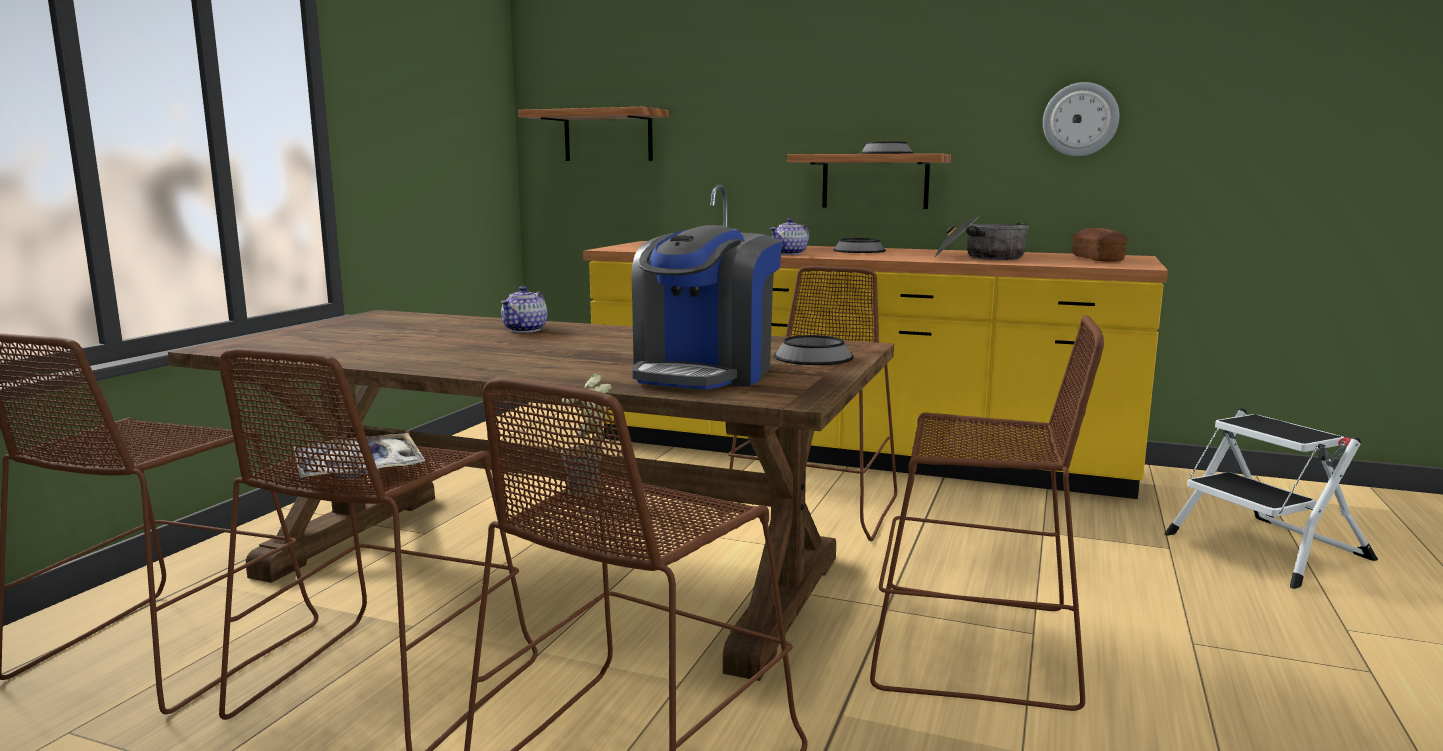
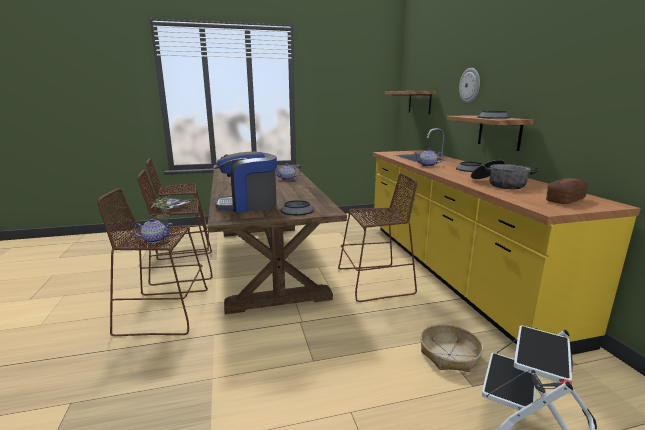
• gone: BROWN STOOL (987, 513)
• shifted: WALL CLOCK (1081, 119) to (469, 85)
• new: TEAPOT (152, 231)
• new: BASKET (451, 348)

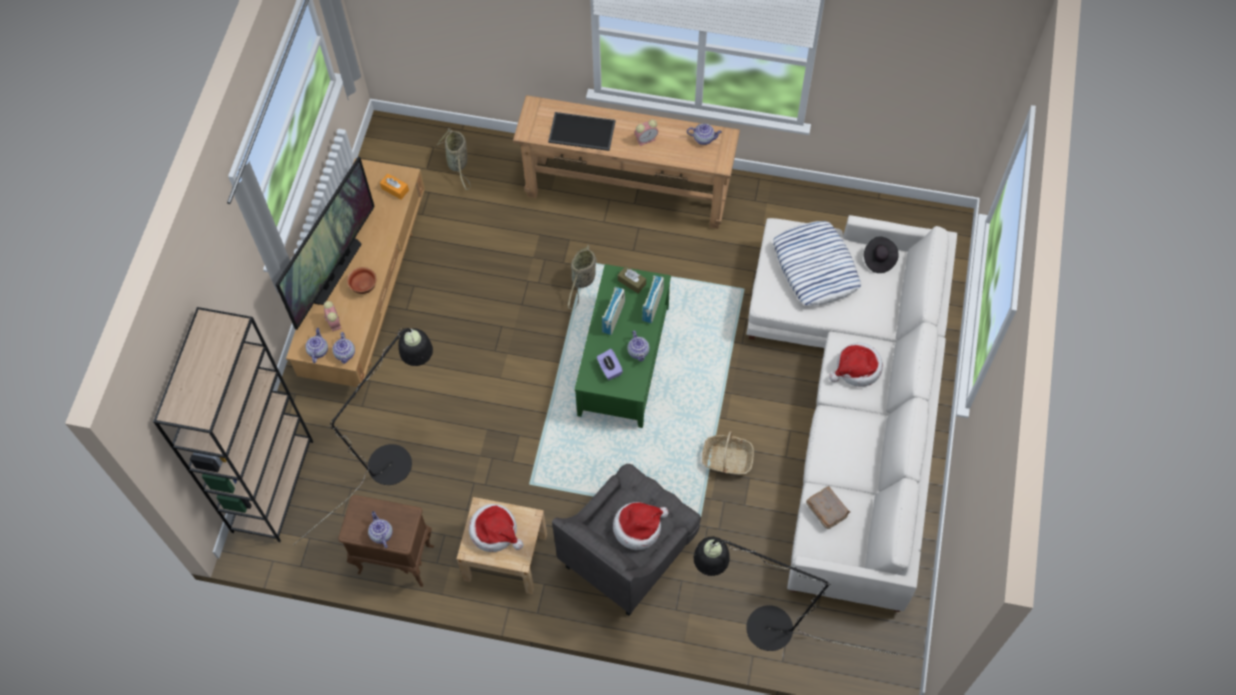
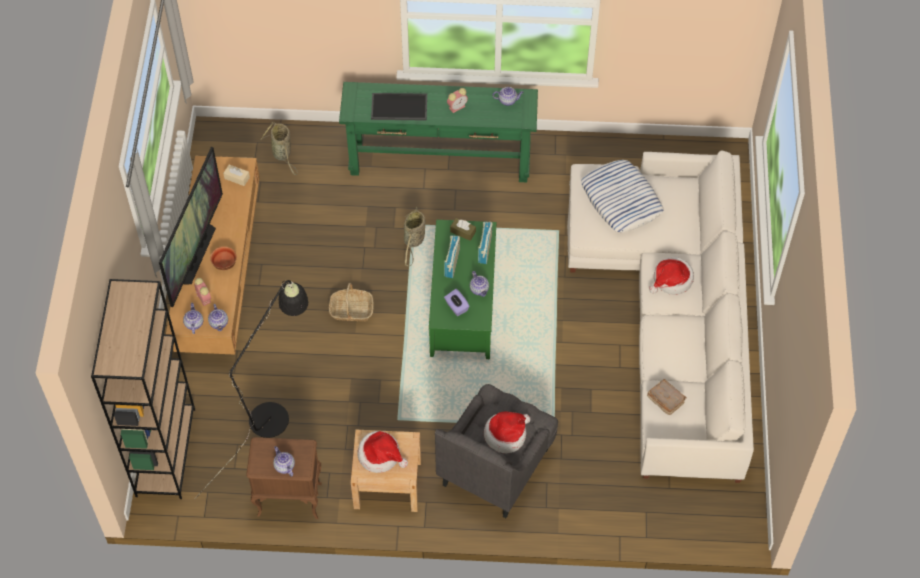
• repainted: ORANGE TISSUE BOX (394, 187) to BEIGE TISSUE BOX (236, 175)
• repainted: BROWN CONSOLE TABLE (626, 162) to GREEN CONSOLE TABLE (438, 132)
• gone: BLACK FLOOR LAMP (795, 595)
• shifted: BASKET (728, 453) to (351, 302)
• gone: BLACK HAT (881, 254)

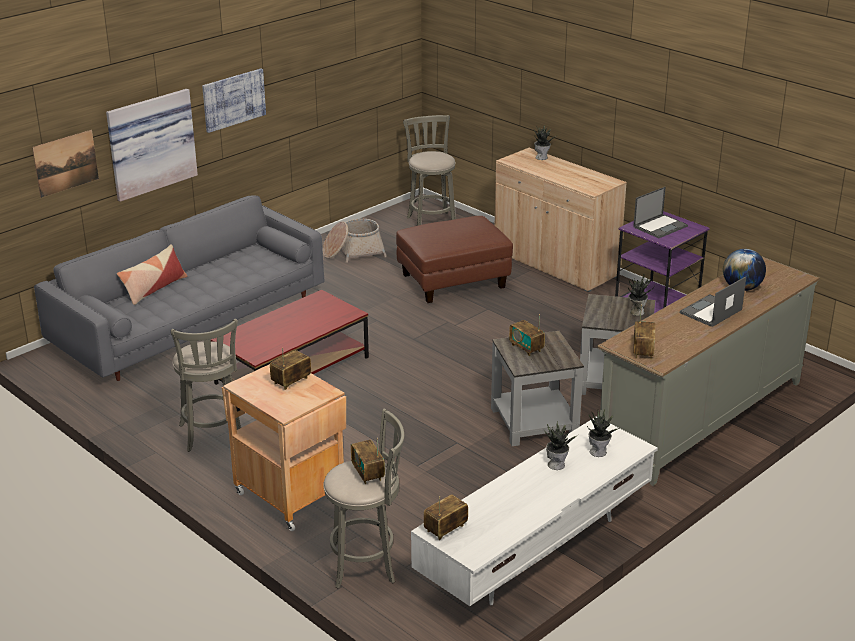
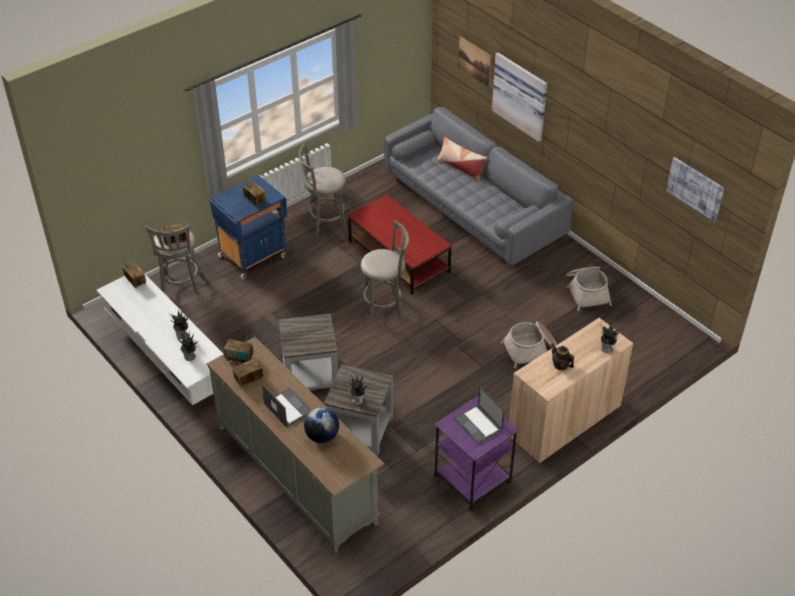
• shifted: PICTURE (234, 101) to (695, 189)
• repainted: BROWN CART (284, 447) to BLUE CART (248, 227)
• swapped: BROWN OTTOMAN (454, 259) to BASKET (529, 344)
• shifted: GREY STOOL (429, 170) to (385, 272)
• shifted: RADIO (527, 335) to (248, 373)
• new: TEAPOT (562, 357)

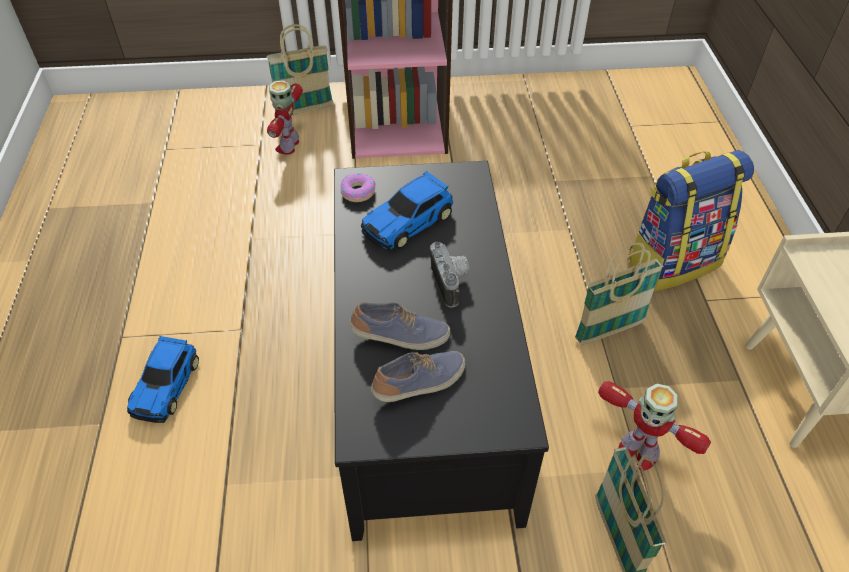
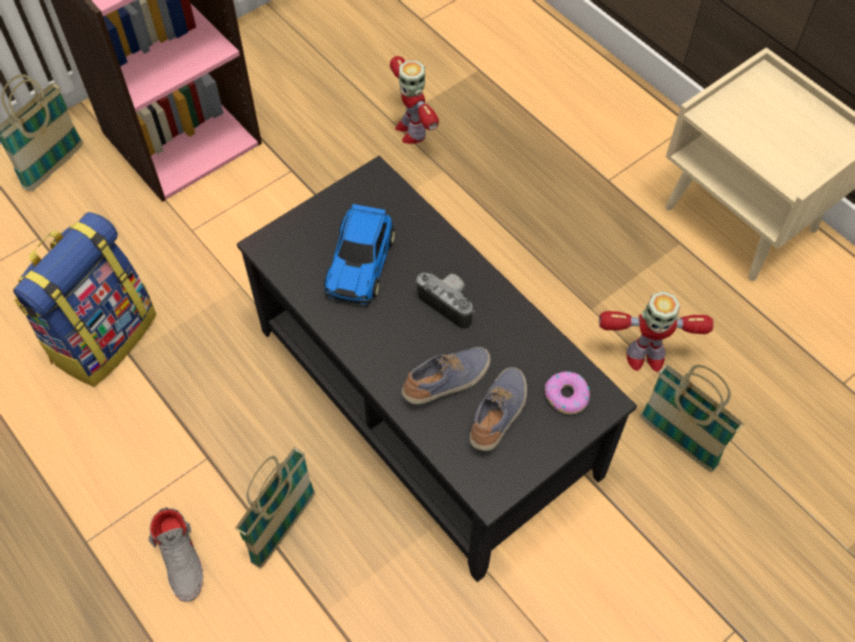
• swapped: TOY CAR (163, 379) to GREY SHOE (176, 554)
• shifted: TOY ROBOT (285, 117) to (414, 100)
• shifted: DONUT (358, 187) to (567, 392)
• shifted: BASKET (619, 294) to (275, 508)
• shifted: BACKPACK (690, 220) to (84, 299)

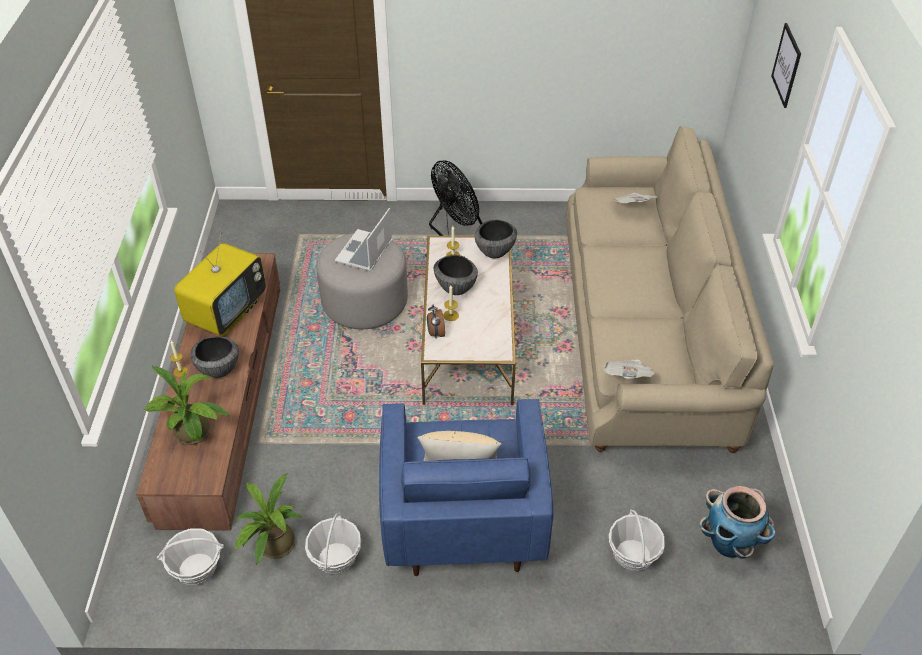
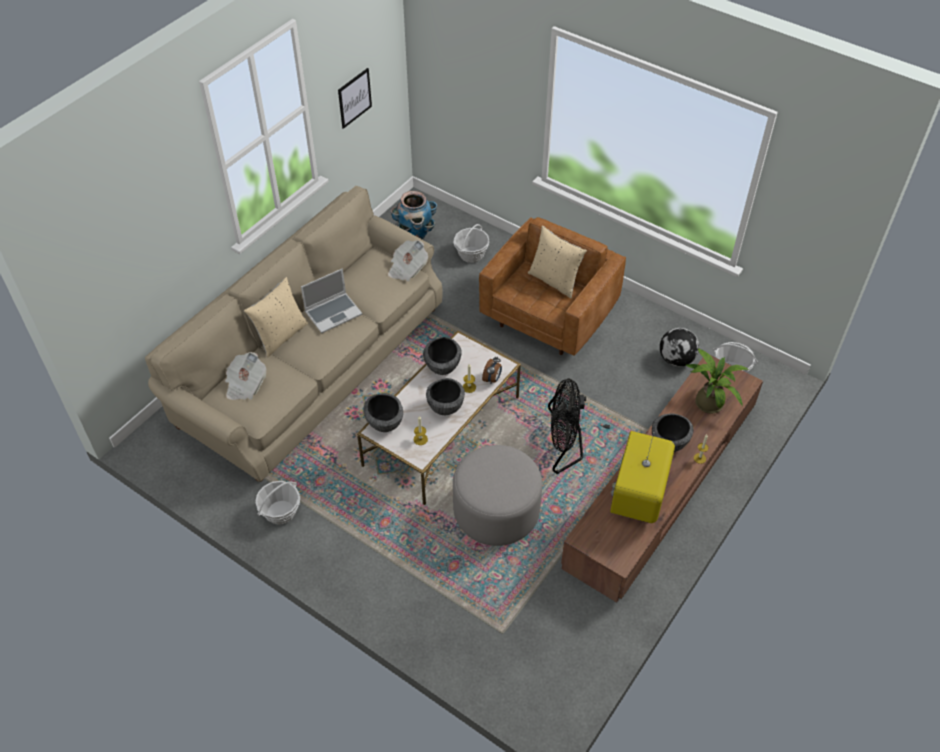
• rotated: TELEVISION (220, 284) = (642, 477) 45 degrees counterclockwise
• swapped: POTTED PLANT (268, 519) to GLOBE (679, 347)
• shifted: BASKET (333, 543) to (277, 503)
• shifted: LAPTOP (363, 239) to (331, 300)
• repainted: BLUE ARMCHAIR (466, 487) to BROWN ARMCHAIR (552, 286)
• shifted: BLACK FAN (453, 209) to (579, 426)
• shifted: PICTURE (786, 65) to (355, 98)
• new: BEIGE PILLOW (276, 317)
• new: BOWL (442, 356)

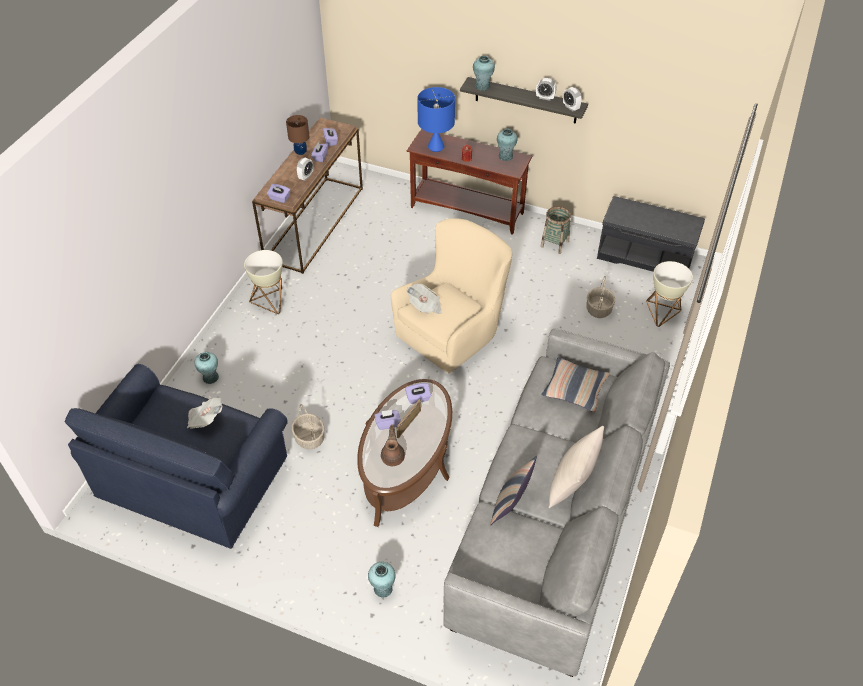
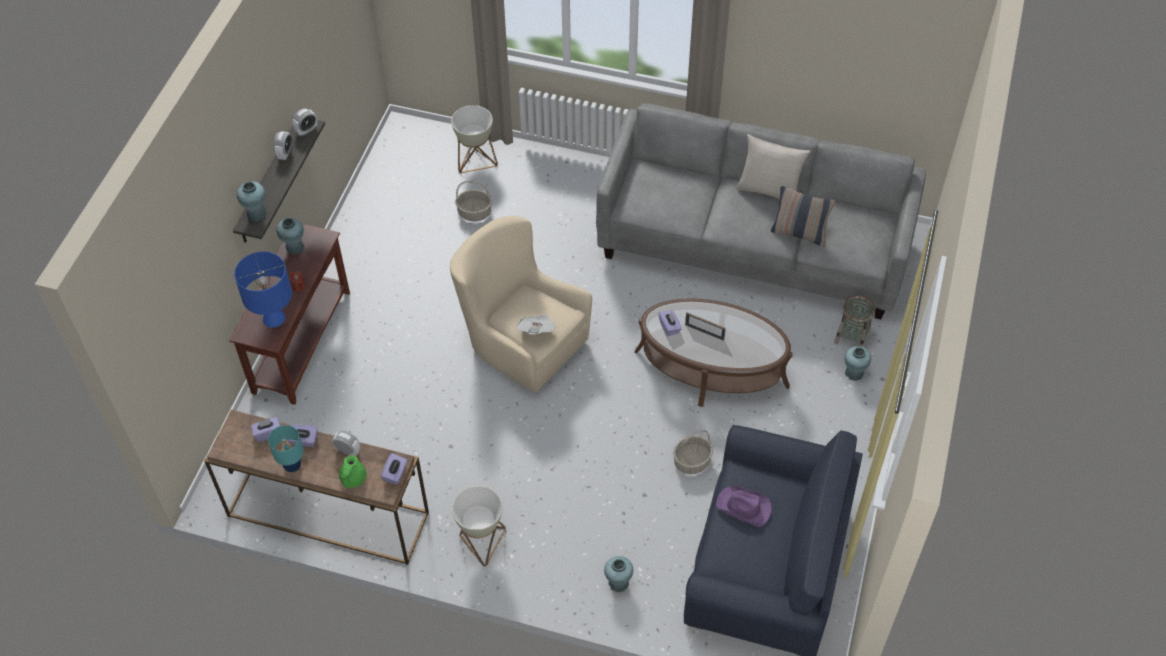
• swapped: NEWSPAPER (204, 413) to PURPLE HAT (744, 506)
• repainted: BROWN TABLE LAMP (297, 135) to TURQUOISE TABLE LAMP (286, 448)
• gone: PURPLE TISSUE BOX (387, 420)
• gone: BROWN TEAPOT (393, 445)
• shifted: BASKET (555, 230) to (854, 321)
• gone: PILLOW (575, 384)
• gone: GREY BENCH (651, 234)
• new: GREEN TEAPOT (353, 471)

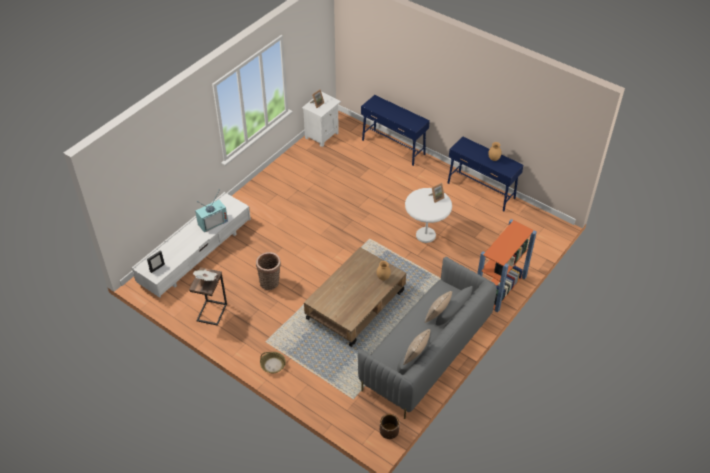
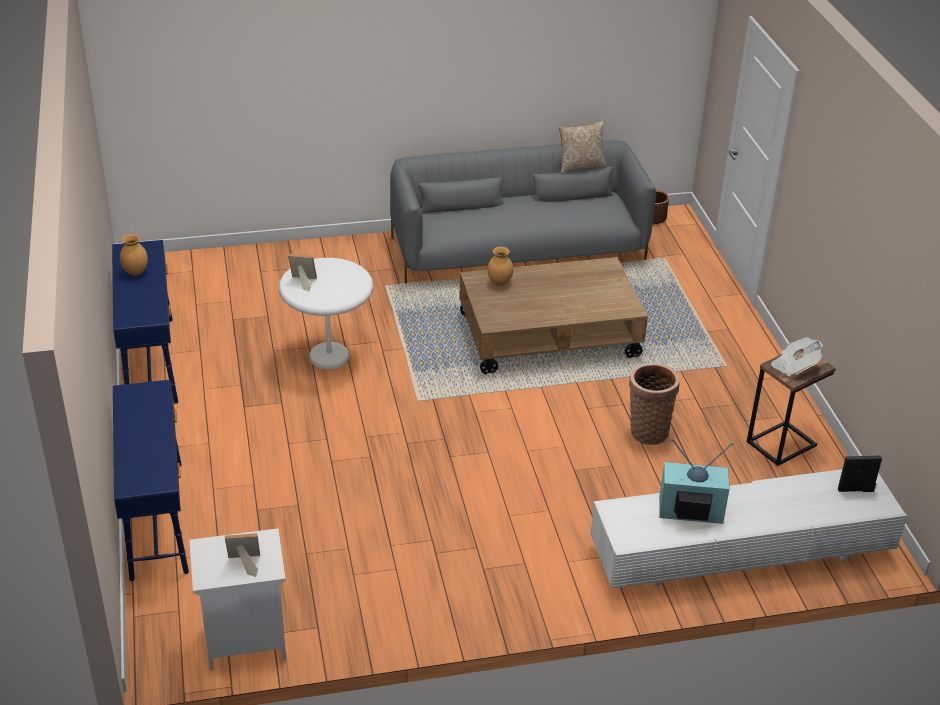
• gone: BASKET (273, 362)
• gone: PILLOW (438, 307)
• gone: ORANGE BOOKCASE (507, 266)

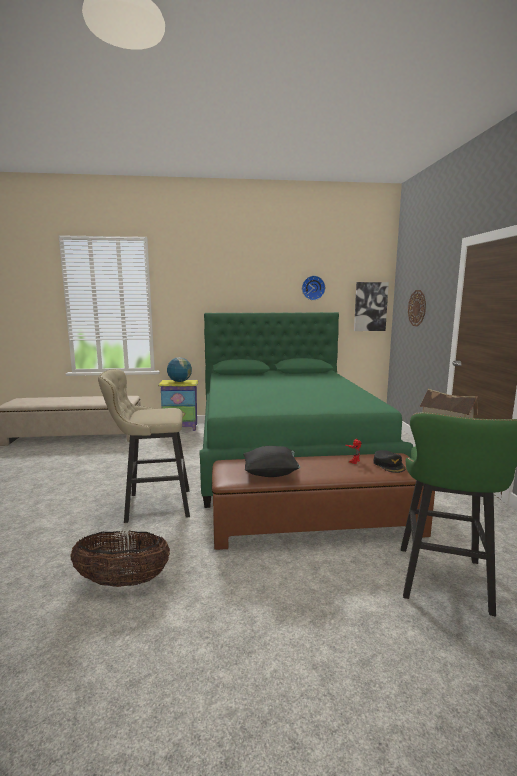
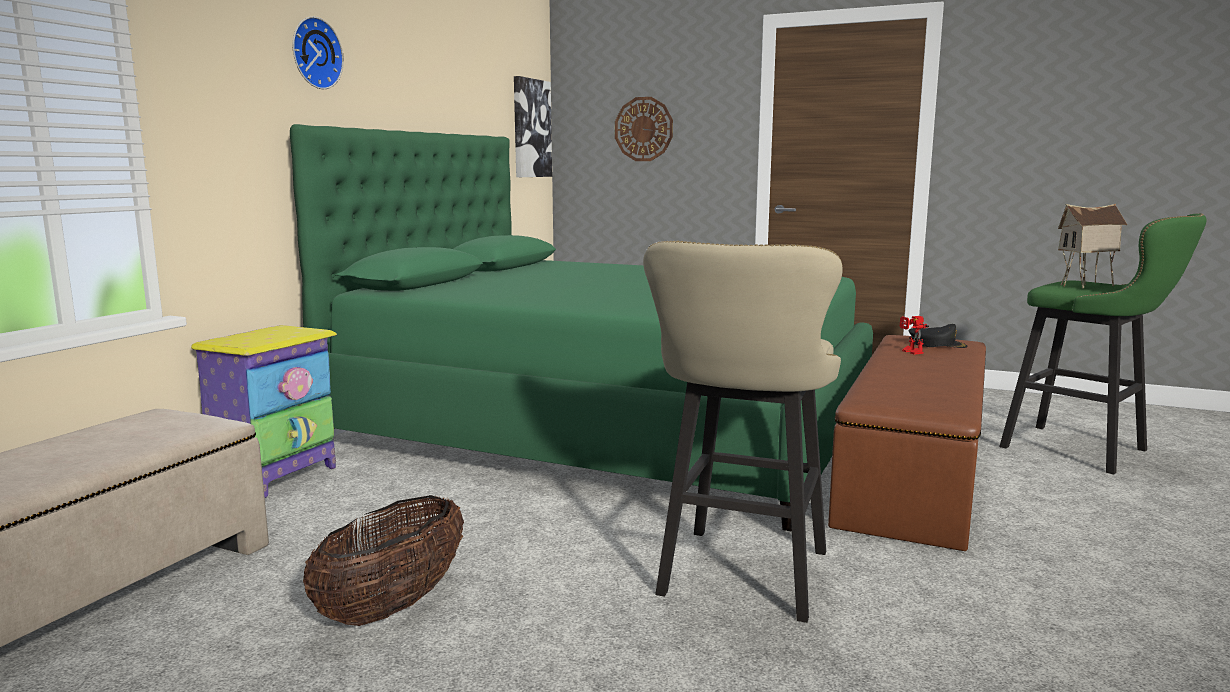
• shifted: BASKET (120, 558) to (383, 560)
• gone: GLOBE (179, 369)
• gone: BLACK PILLOW (271, 461)
• shifted: WALL CLOCK (313, 288) to (318, 52)

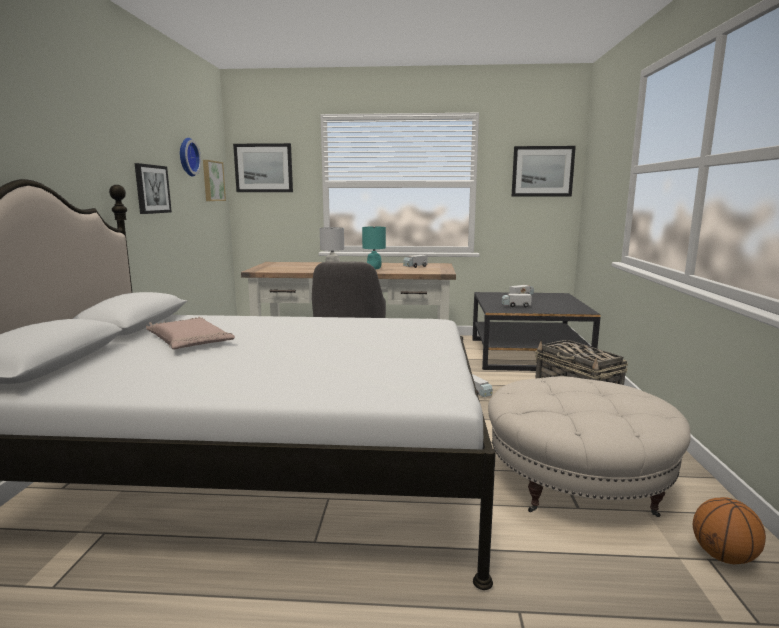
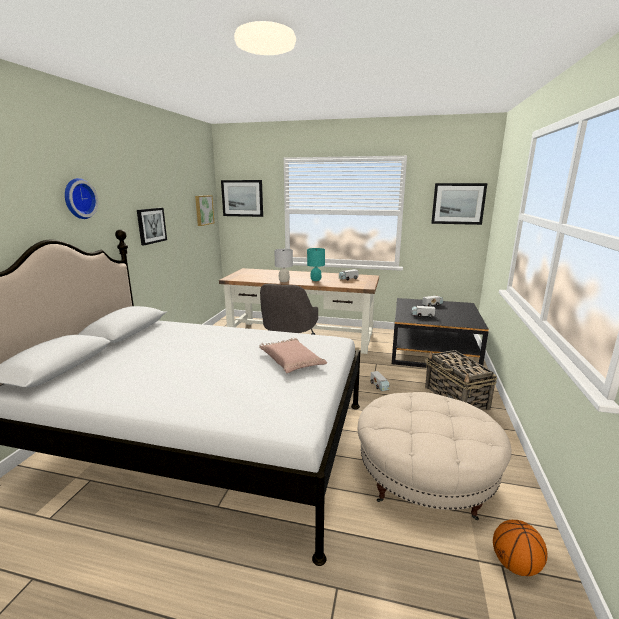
• shifted: BEIGE PILLOW (190, 333) to (293, 355)
• shifted: WALL CLOCK (190, 157) to (81, 198)

